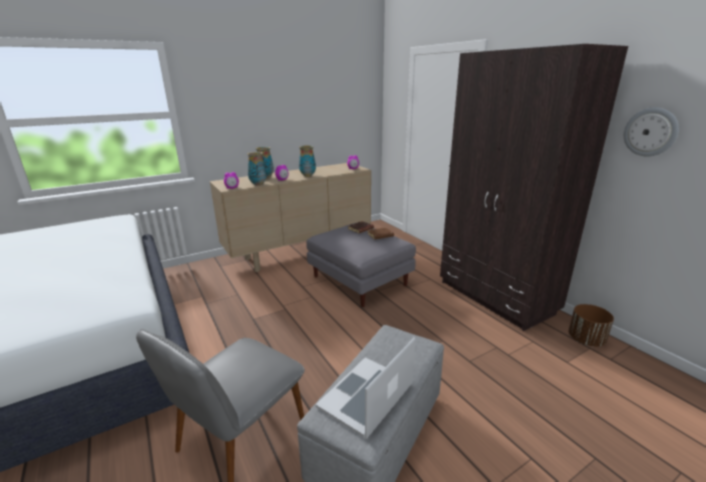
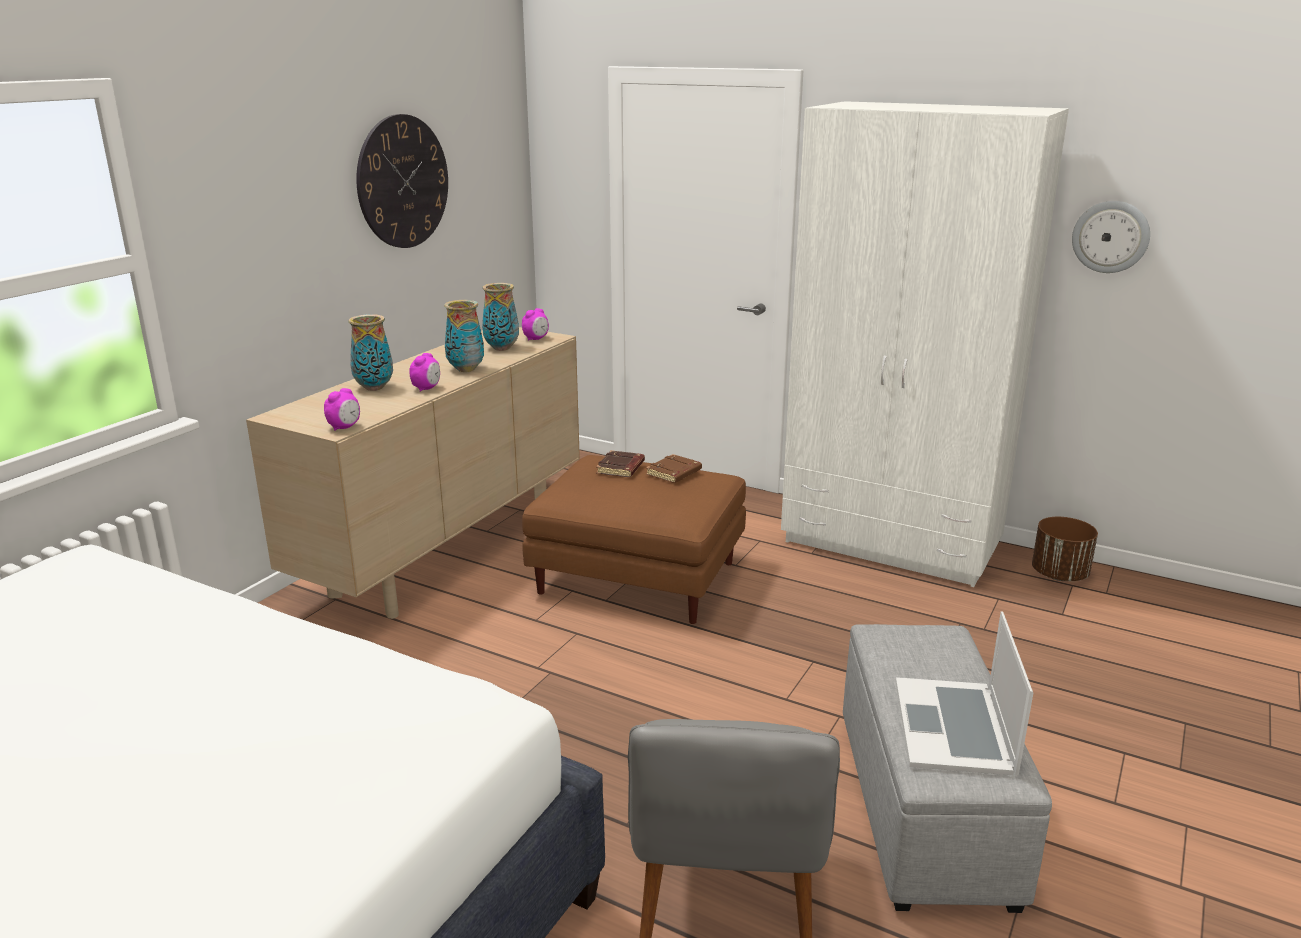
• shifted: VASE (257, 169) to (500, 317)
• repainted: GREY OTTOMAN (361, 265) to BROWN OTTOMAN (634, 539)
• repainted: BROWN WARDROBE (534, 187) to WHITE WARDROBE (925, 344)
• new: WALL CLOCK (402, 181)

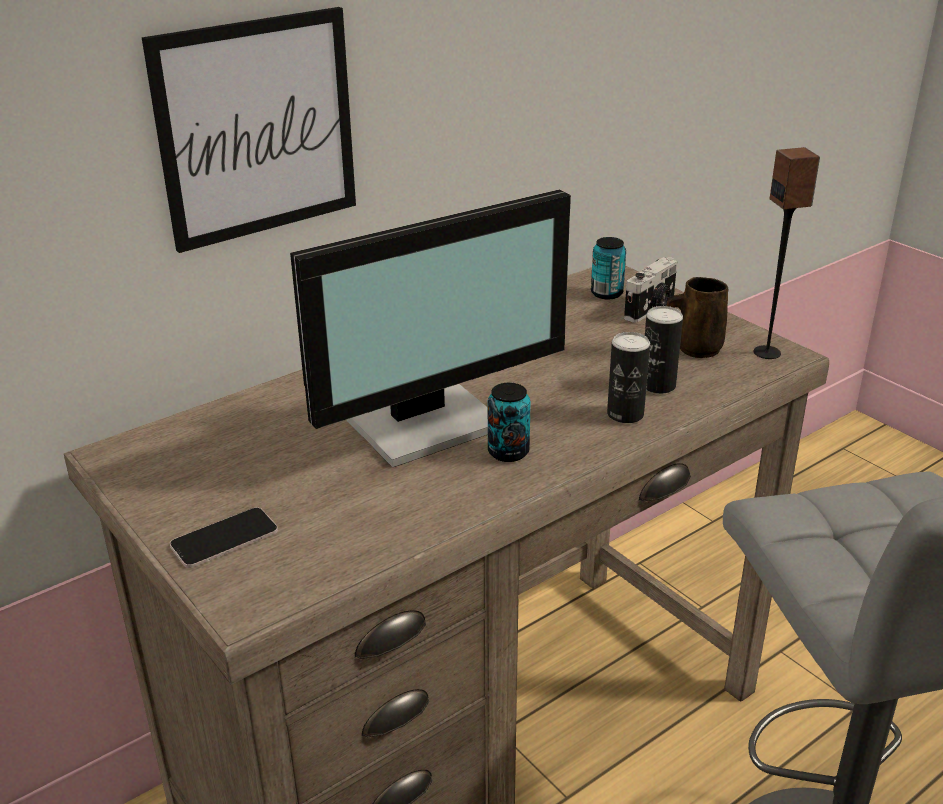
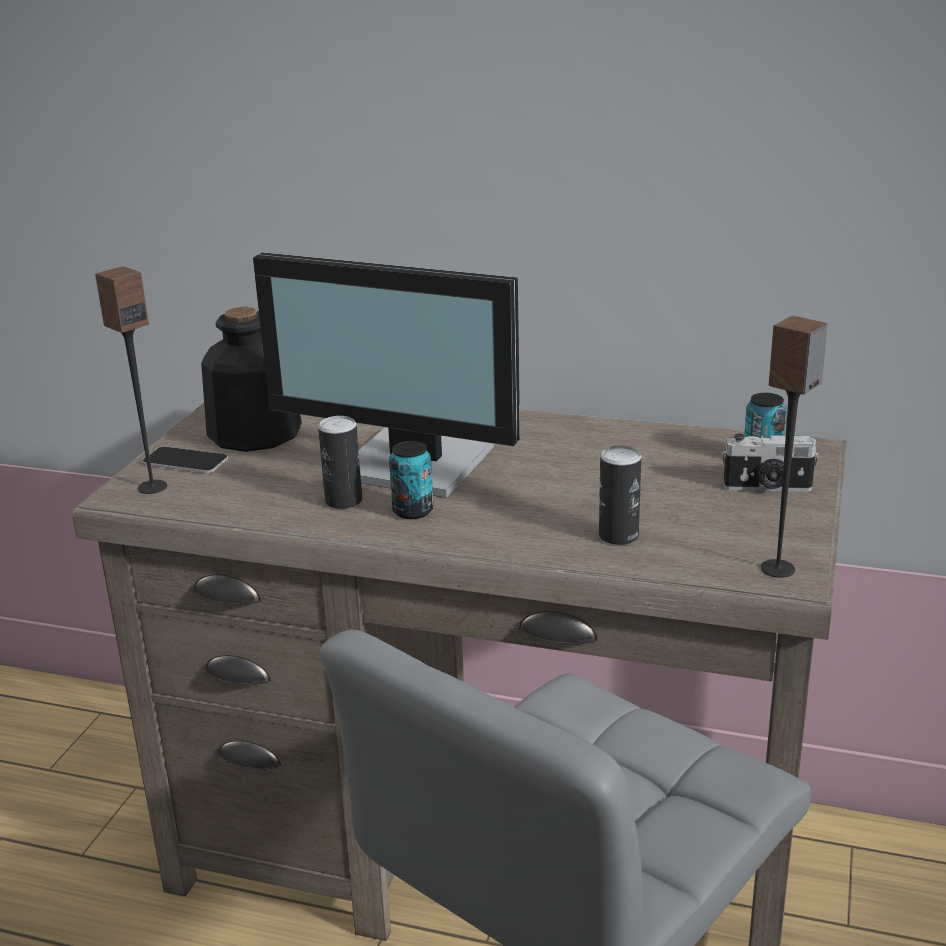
• gone: PICTURE (249, 130)
• shifted: CAN (628, 377) to (340, 462)
• gone: BROWN MUG (697, 317)
• new: SPEAKER (131, 380)
• new: BOTTLE (251, 379)

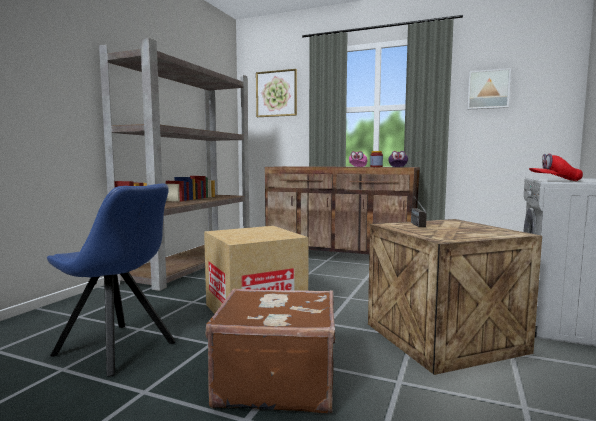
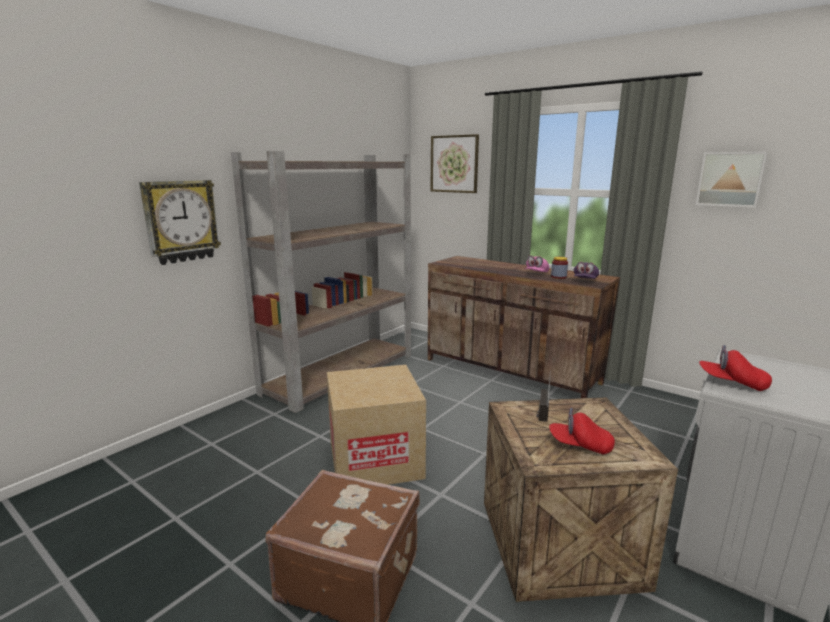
• gone: BLUE CHAIR (111, 280)
• new: WALL CLOCK (180, 222)
• new: RED CAP (582, 430)

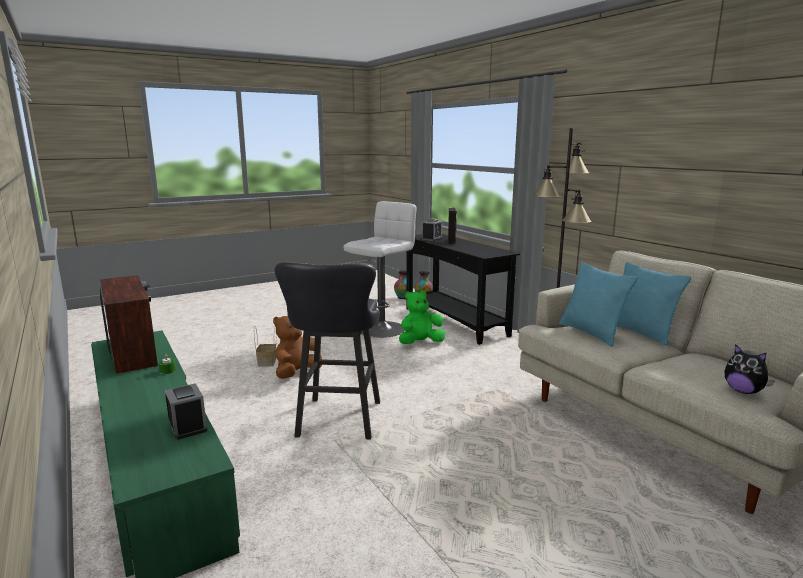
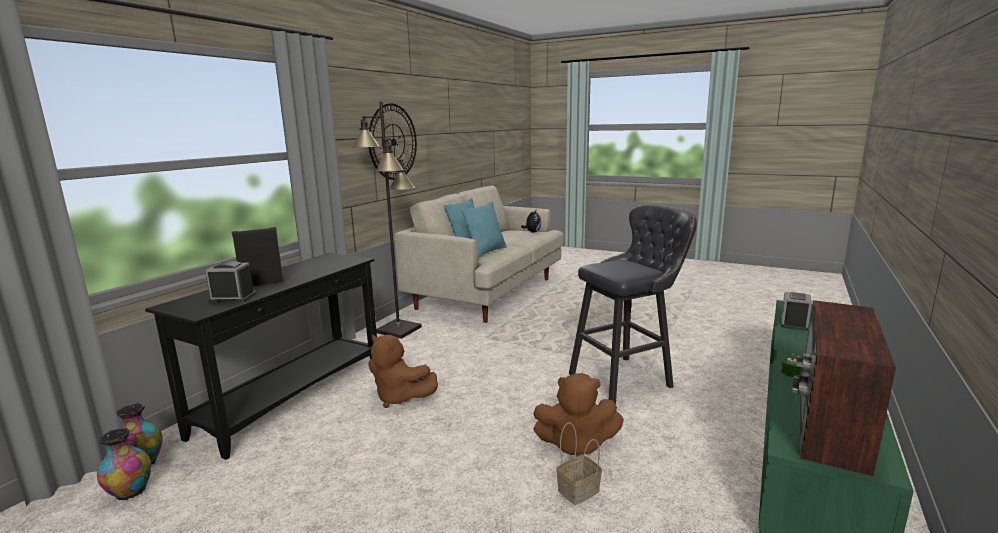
• gone: WHITE STOOL (380, 269)
• repainted: GREEN PLUSH TOY (422, 317) to BROWN PLUSH TOY (403, 371)
• new: WALL CLOCK (393, 141)

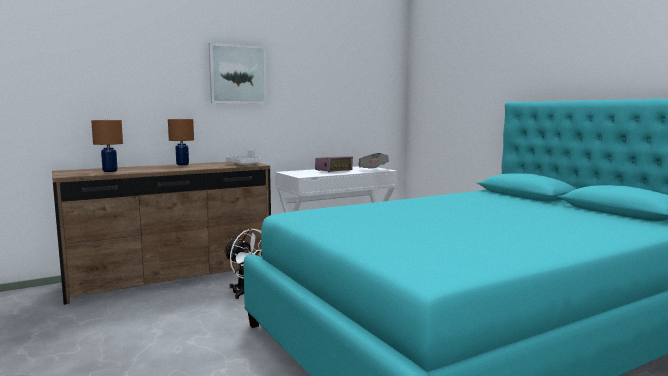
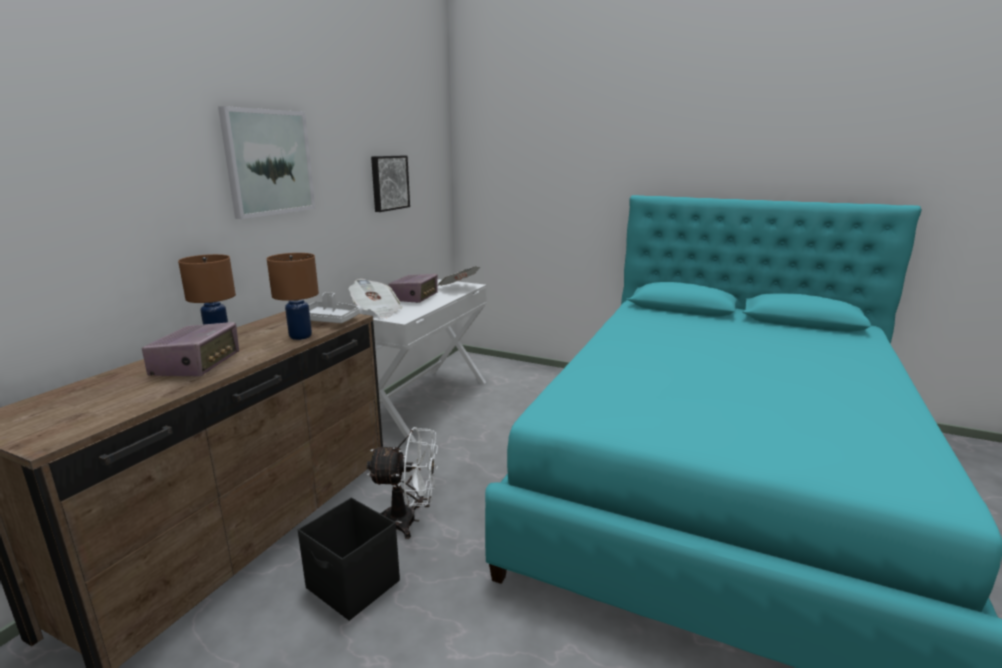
• shifted: BROWN TABLE LAMP (107, 145) to (293, 296)
• new: RADIO (190, 349)
• new: BLACK STORAGE BOX (349, 559)
• new: NEWSPAPER (376, 298)
• new: PICTURE (390, 184)

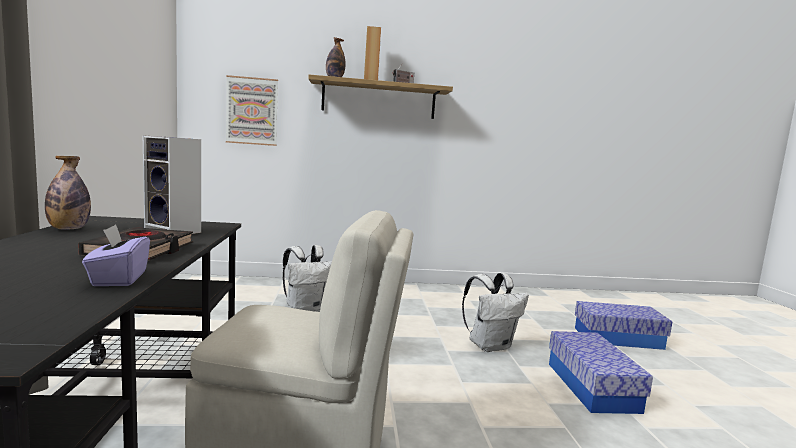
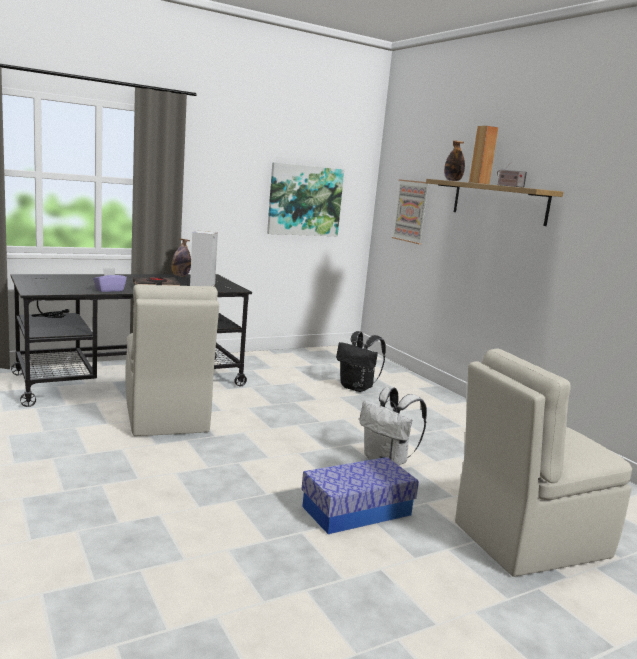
• repainted: WHITE BACKPACK (307, 278) to BLACK BACKPACK (361, 361)
• swapped: STORAGE BOX (623, 325) to BEIGE CHAIR (543, 462)
• new: PICTURE (305, 199)

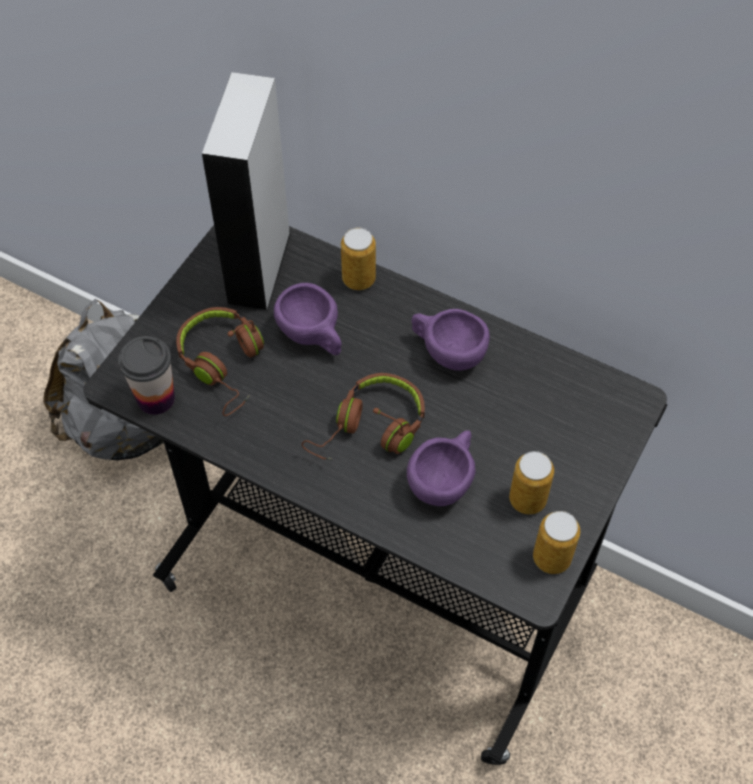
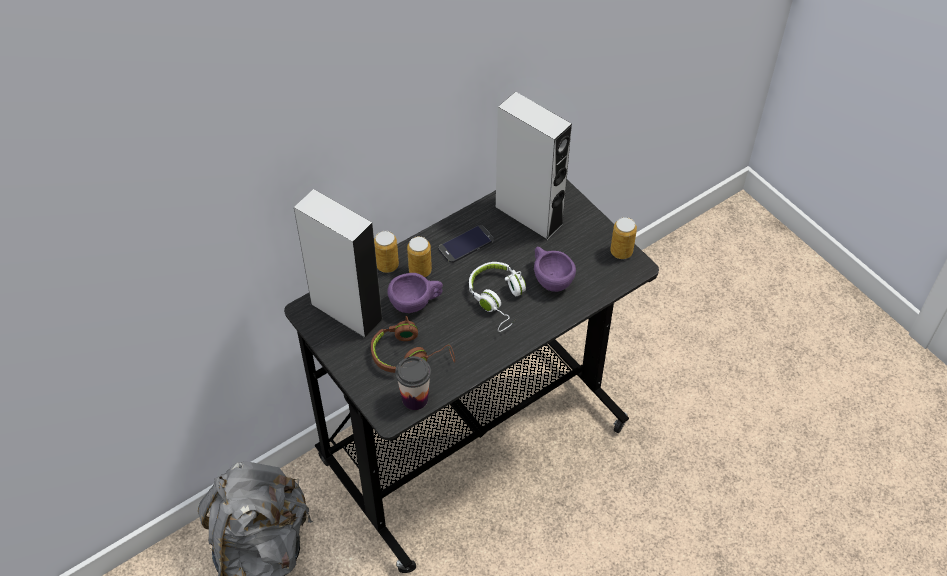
• repainted: BROWN HEADPHONES (363, 416) to WHITE HEADPHONES (497, 297)
• swapped: PURPLE CUP (450, 340) to PHONE (466, 244)
• shifted: CAN (531, 483) to (419, 256)
• new: GREY SPEAKER (533, 166)

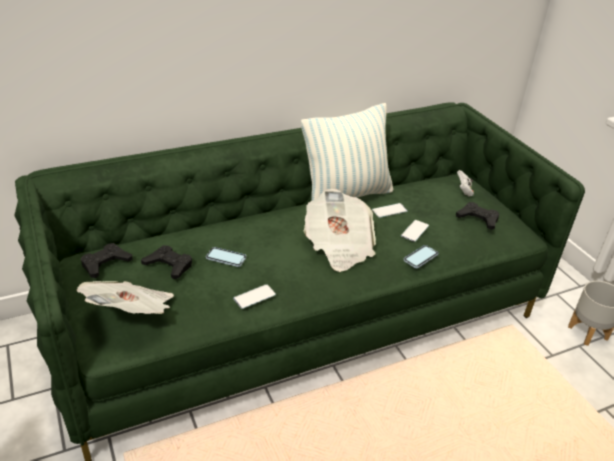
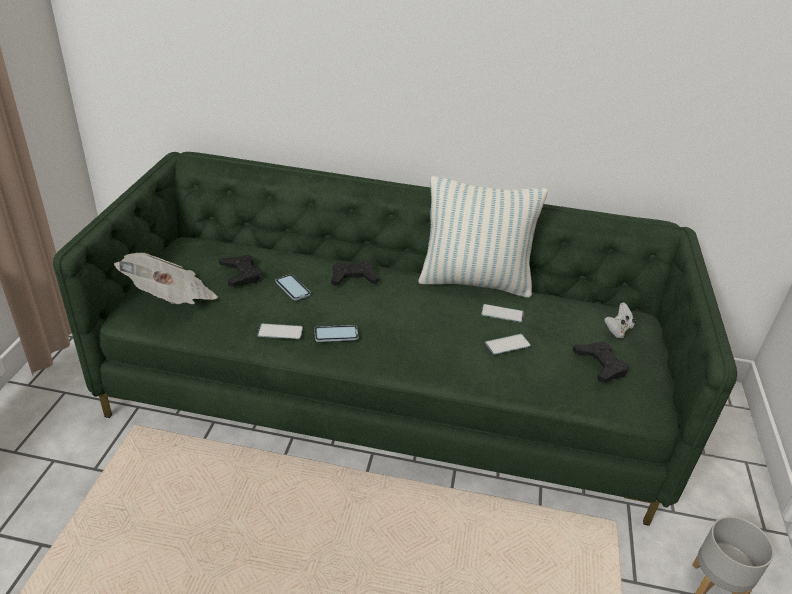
• shifted: BLACK GAME CONTROLLER (107, 260) to (355, 273)
• gone: NEWSPAPER (340, 230)
• shifted: PHONE (421, 256) to (336, 333)

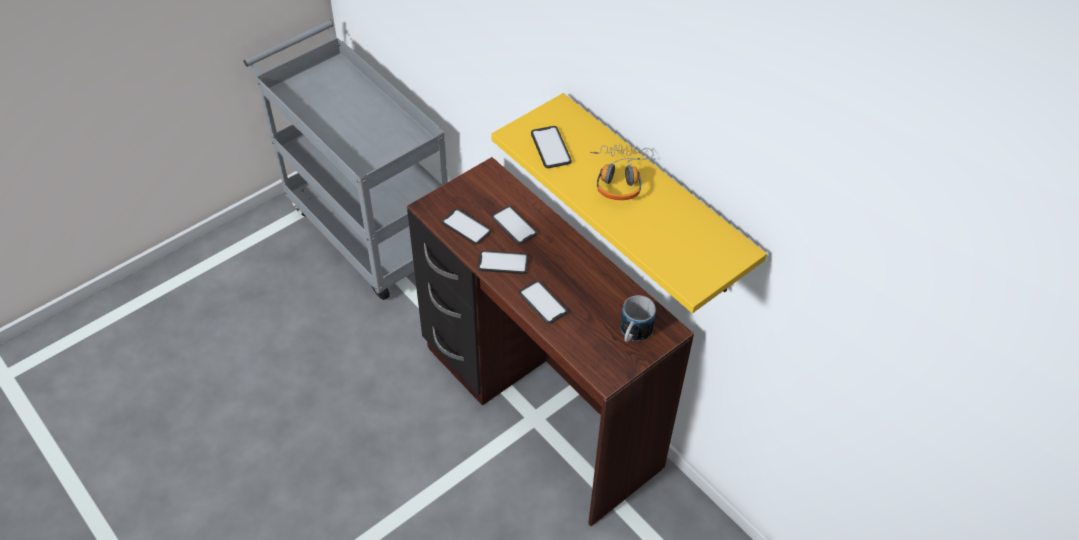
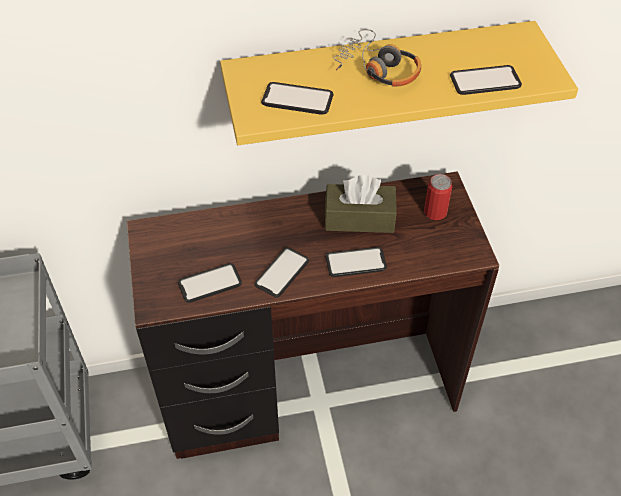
• shifted: PHONE (514, 225) to (486, 80)
• swapped: MUG (638, 318) to CAN (438, 197)
• new: BROWN TISSUE BOX (361, 204)

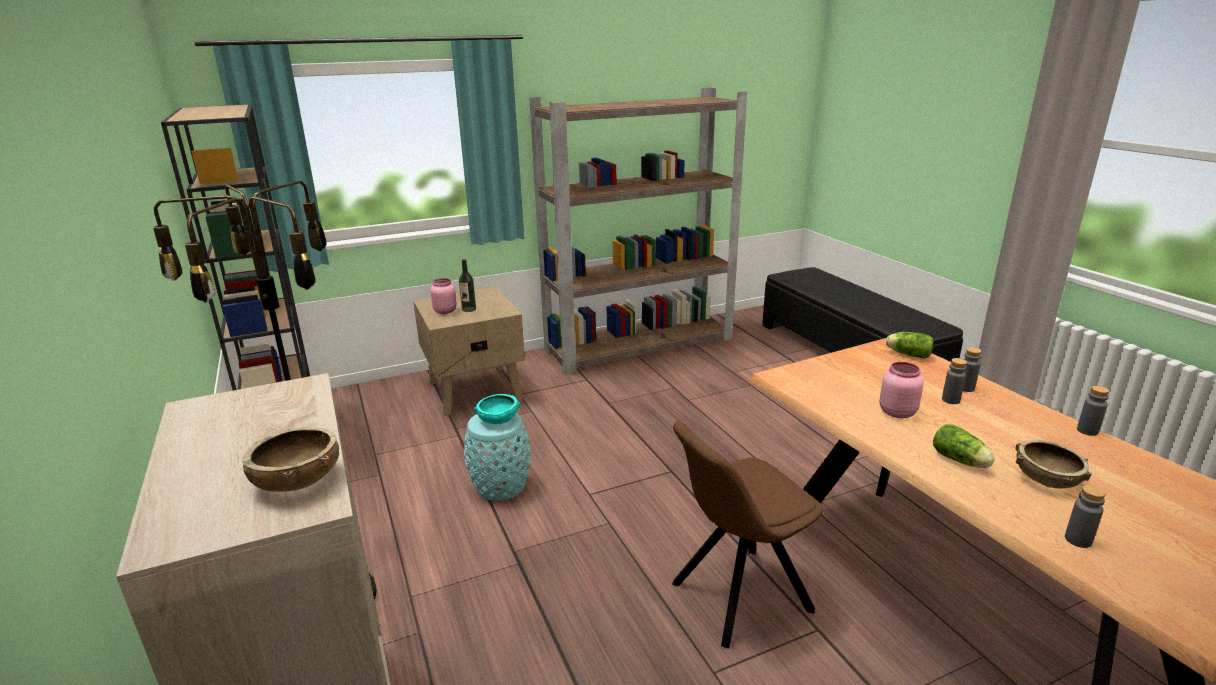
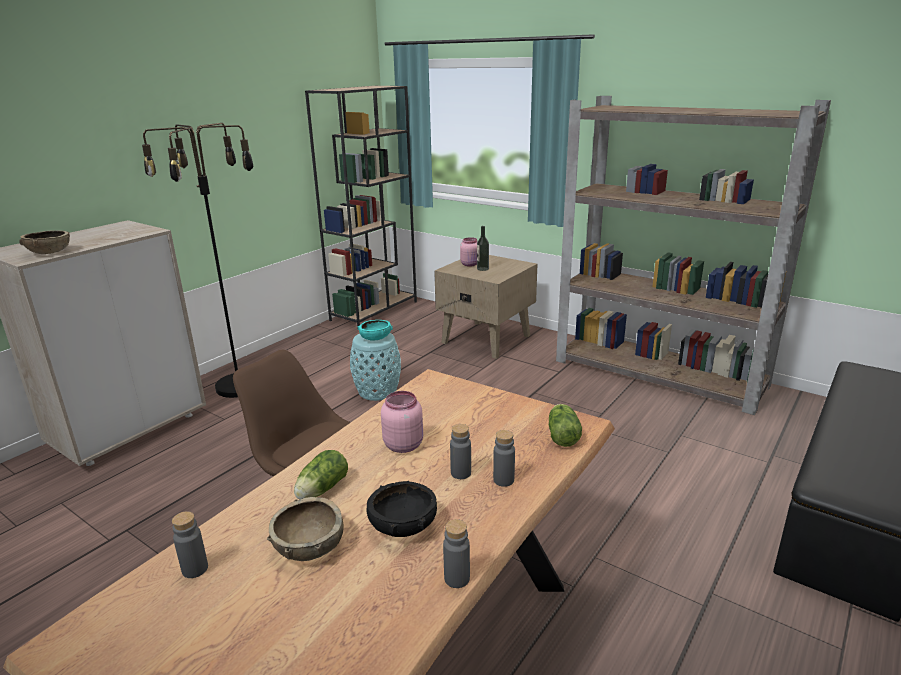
• new: BLACK BOWL (401, 509)

